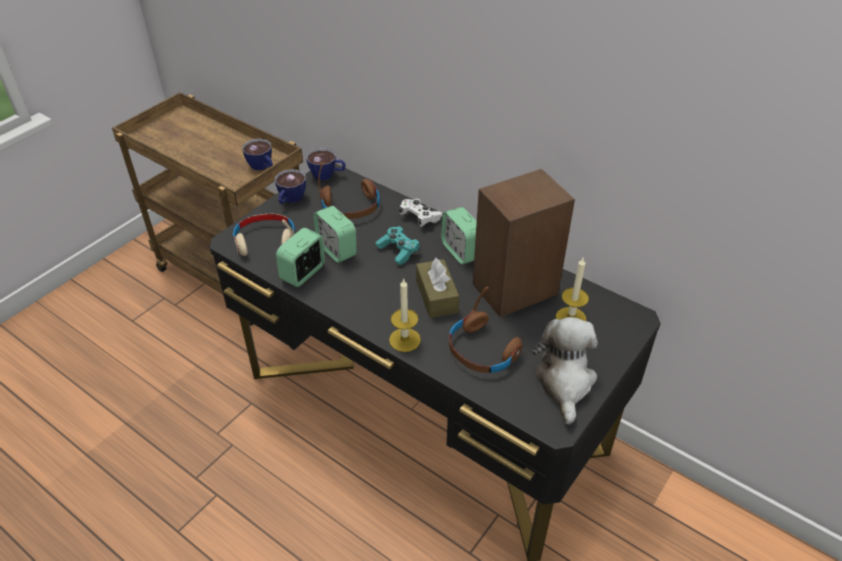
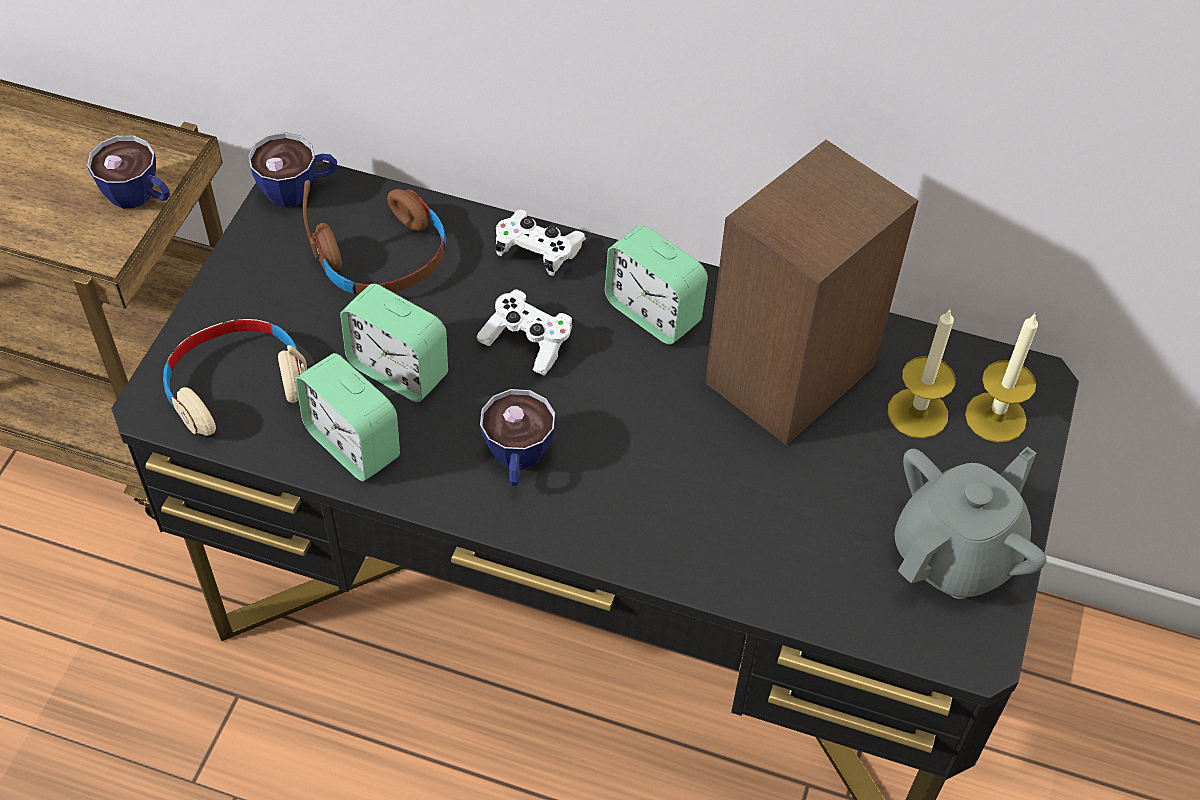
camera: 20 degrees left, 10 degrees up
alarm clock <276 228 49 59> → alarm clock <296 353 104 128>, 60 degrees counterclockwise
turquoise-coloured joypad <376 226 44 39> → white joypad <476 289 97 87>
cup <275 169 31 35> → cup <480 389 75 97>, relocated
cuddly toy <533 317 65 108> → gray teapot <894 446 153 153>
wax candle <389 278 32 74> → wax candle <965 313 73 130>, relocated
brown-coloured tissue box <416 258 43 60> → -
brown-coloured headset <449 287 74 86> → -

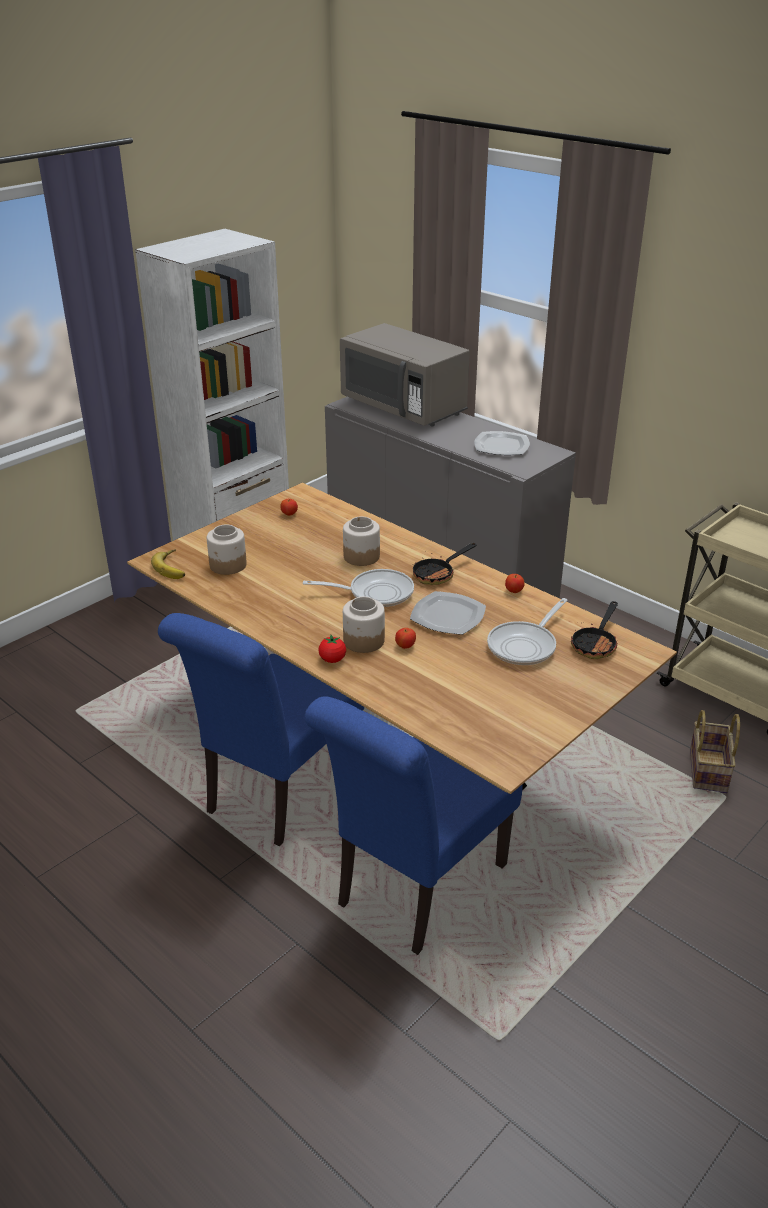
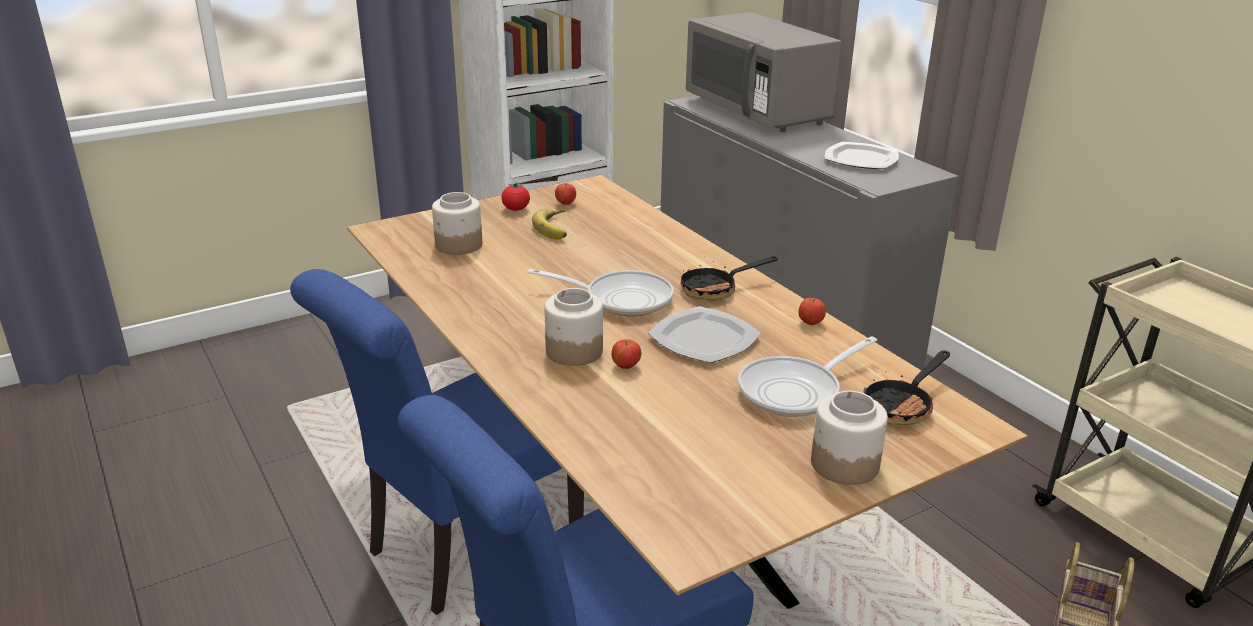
camera: 15 degrees right, 5 degrees down
tomato <318 635 28 28> → tomato <501 182 29 29>, relocated
whole banana <151 549 34 30> → whole banana <532 209 35 31>, relocated
jar <343 516 37 50> → jar <811 391 77 94>, relocated

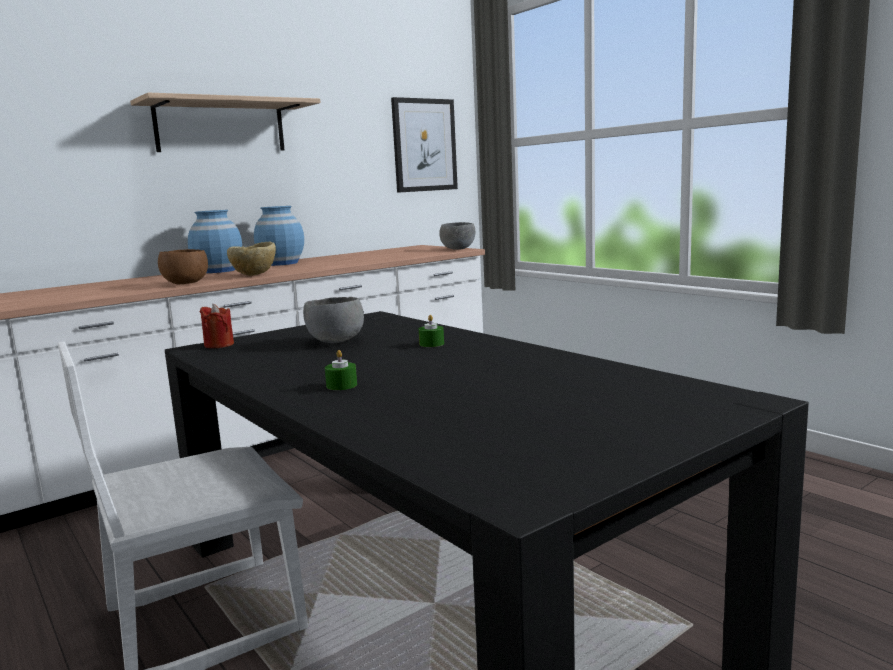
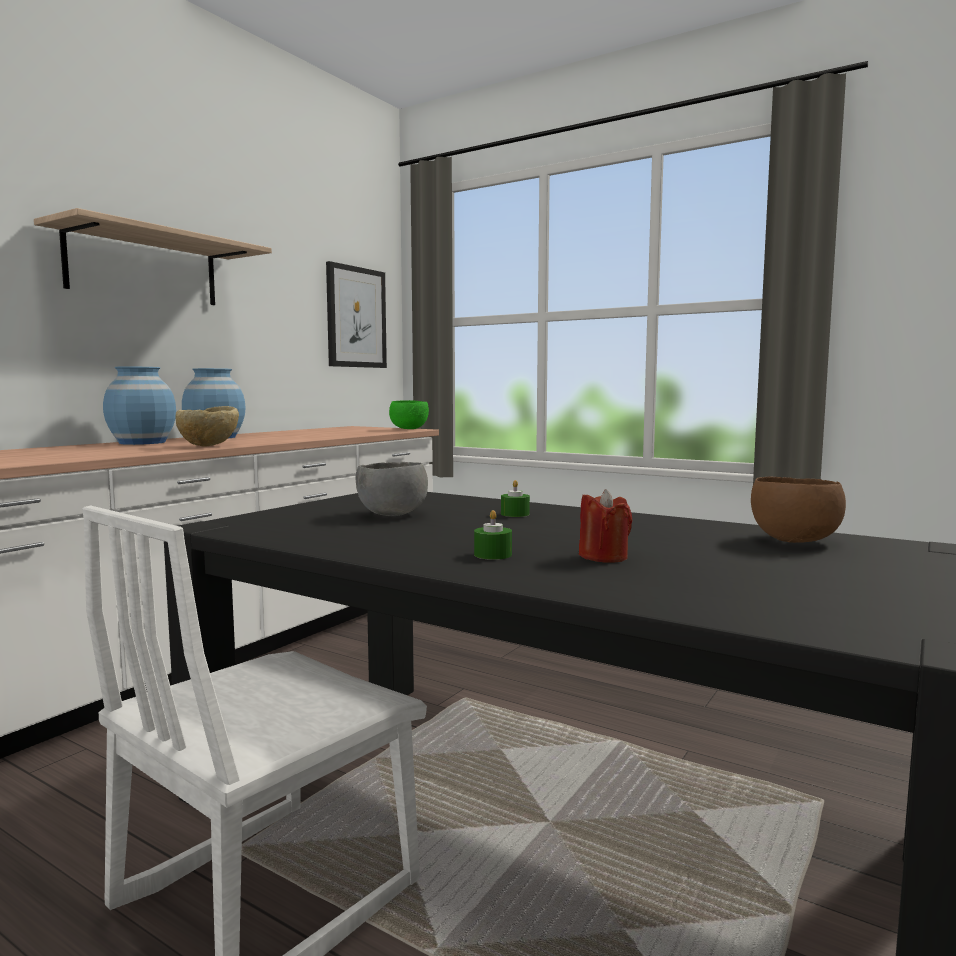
camera: 20 degrees left, 5 degrees down
gray bowl <439 222 36 28> → green-coloured bowl <389 400 40 29>
reddish wax candle <200 304 34 44> → reddish wax candle <579 489 53 74>, relocated
brown-coloured bowl <158 249 50 35> → brown-coloured bowl <751 476 95 67>, relocated

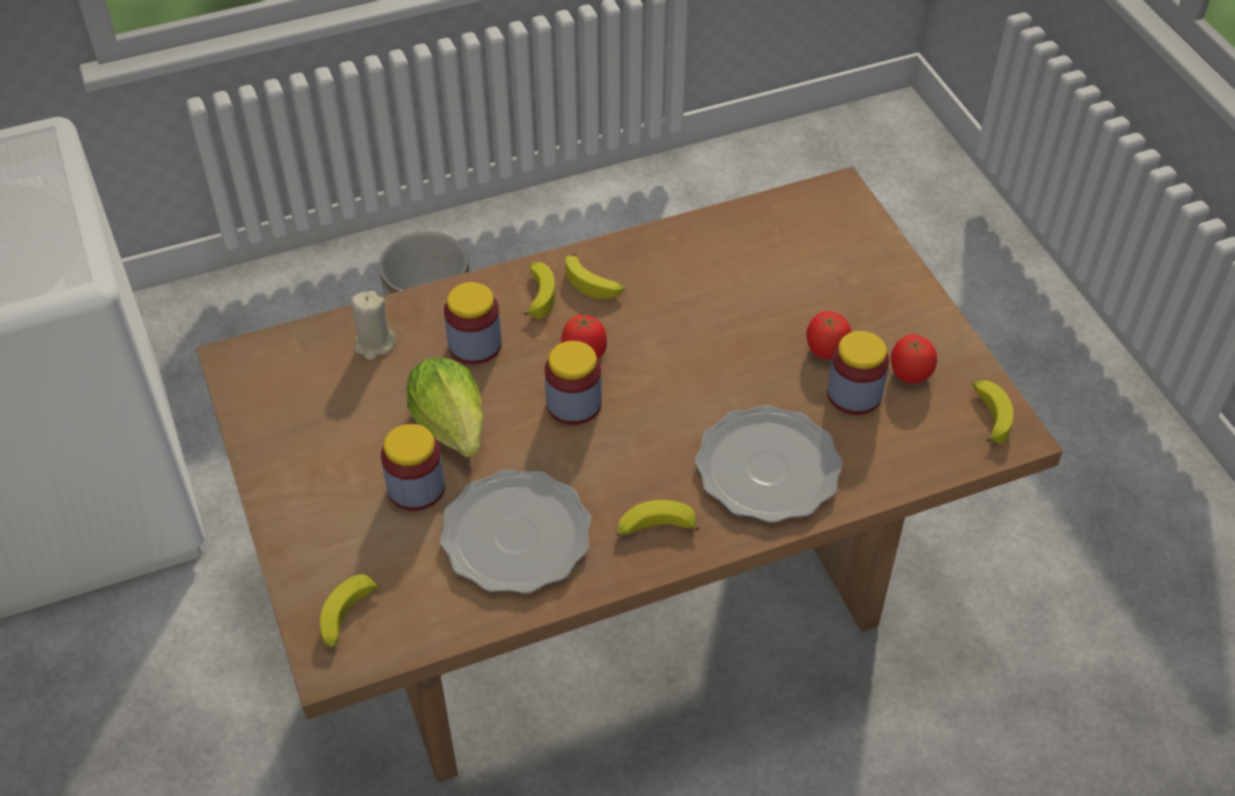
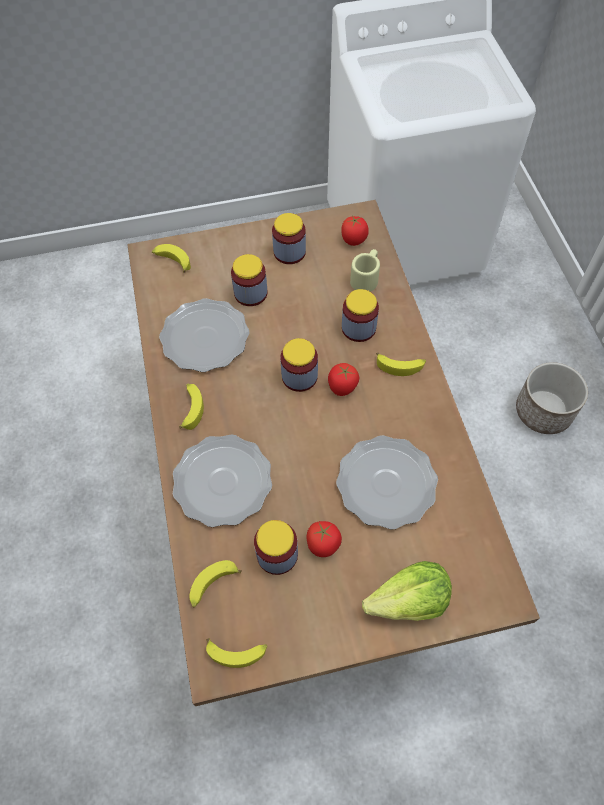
camera: 100 degrees right, 10 degrees up
whole banana <565 254 60 45> → whole banana <189 560 53 48>, relocated
- → jar <272 213 34 51>
- → dinner plate <336 435 102 94>
tomato <891 334 46 49> → tomato <341 216 28 30>, relocated
sand-coloured wax candle <351 291 45 69> → sand-coloured coffee mug <350 249 30 43>
lettuce head <406 357 77 100> → lettuce head <362 561 90 60>, relocated

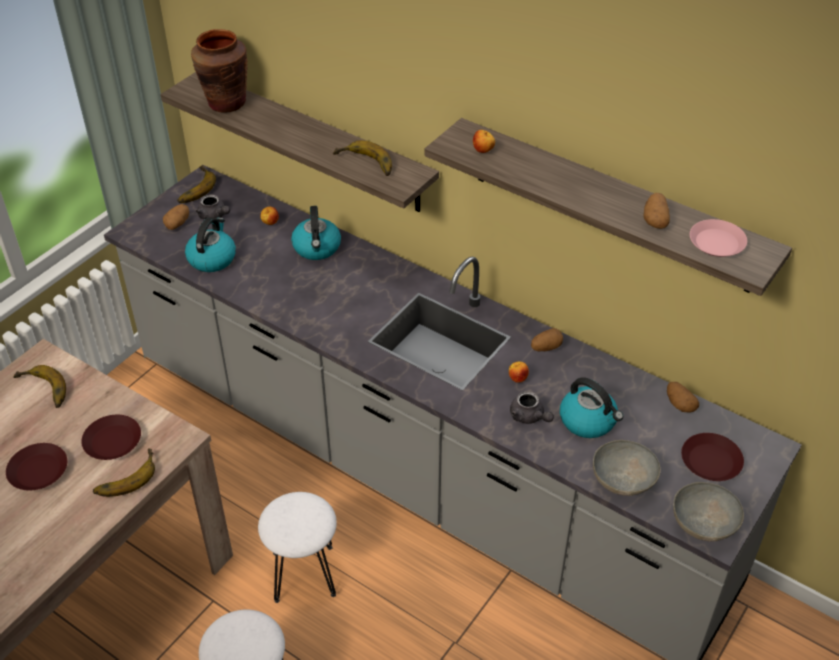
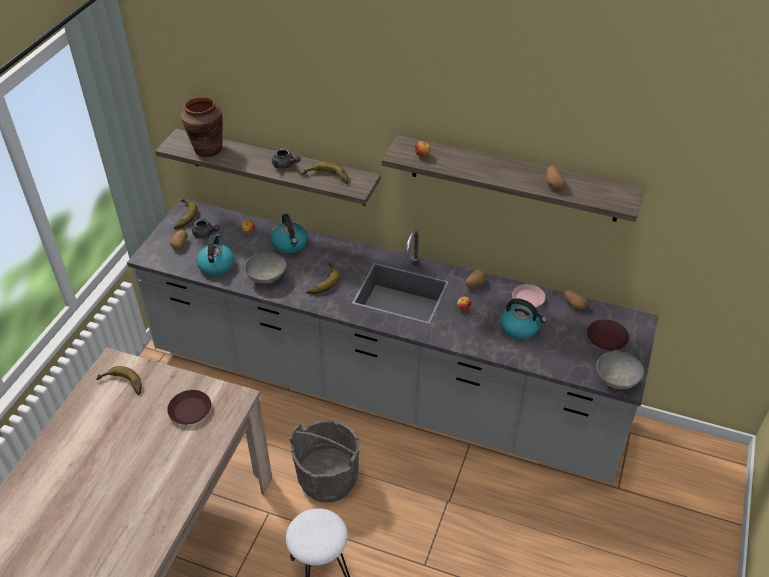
camera: 15 degrees left, 0 degrees up
gray bowl <593 440 67 56> → gray bowl <245 252 41 32>, relocated
gray teapot <510 391 44 33> → gray teapot <272 148 29 21>, relocated
white sitting stool <258 492 79 111> → gray water bucket <289 420 72 82>
whole banana <93 448 62 49> → whole banana <306 263 34 31>, relocated
pink-coloured dinner plate <690 219 57 38> → pink-coloured dinner plate <512 284 34 23>, relocated
brown-coloured dinner plate <6 443 61 47> → -

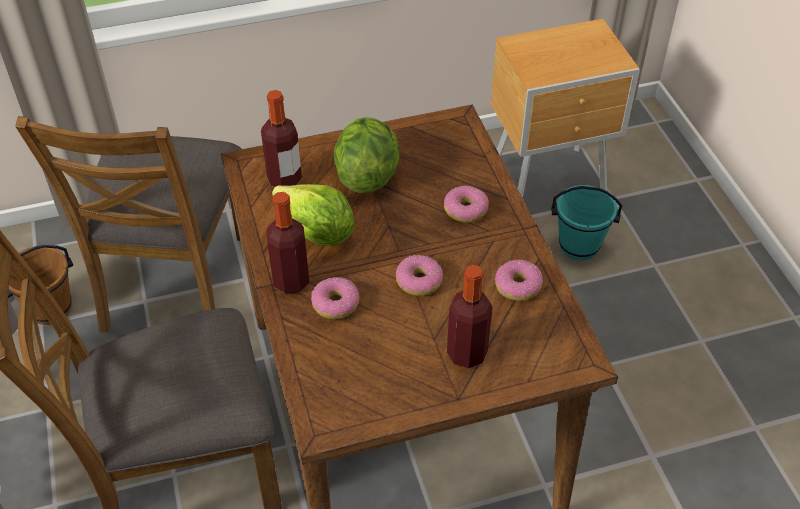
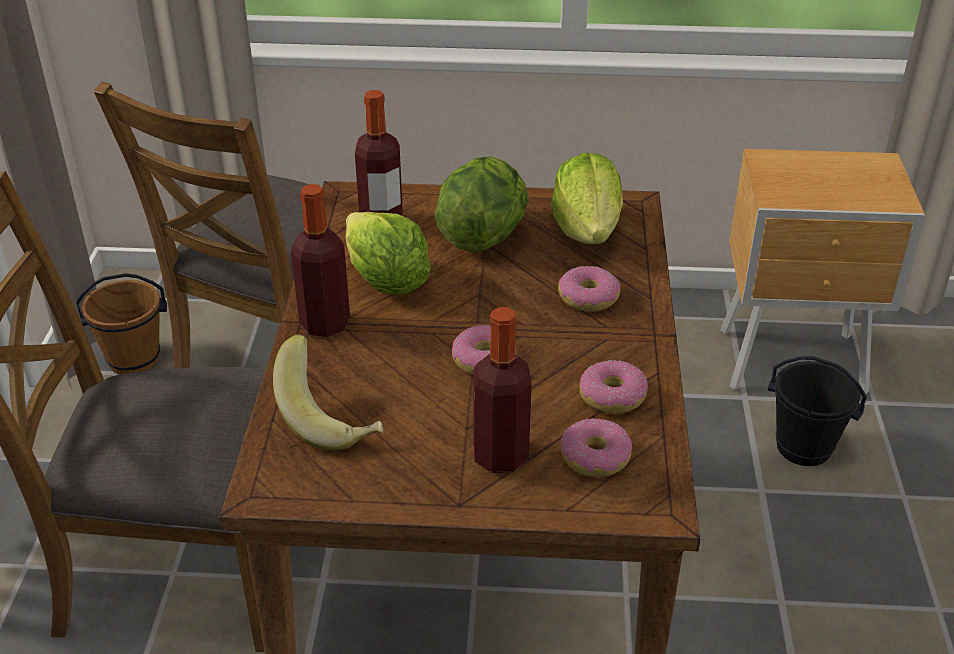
camera: 20 degrees right, 10 degrees down
- → whole banana <273 334 110 117>
- → lettuce head <551 153 72 91>
doughnut <311 277 48 42> → doughnut <561 418 71 59>, relocated
turquoise-coloured water bucket <551 185 72 75> → black-coloured water bucket <768 356 99 110>

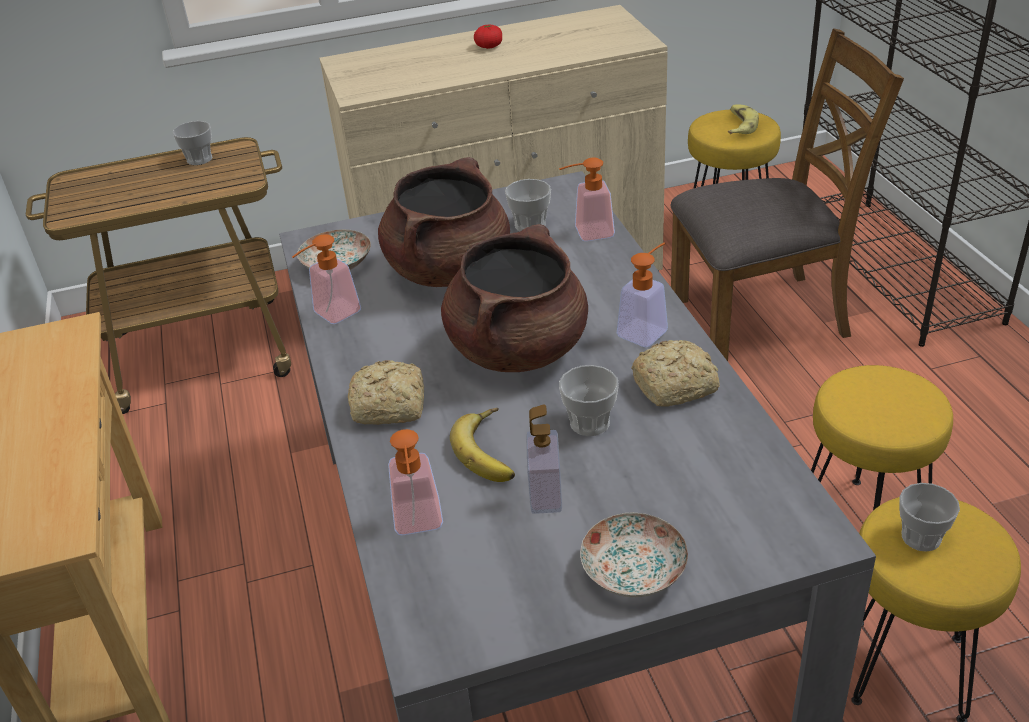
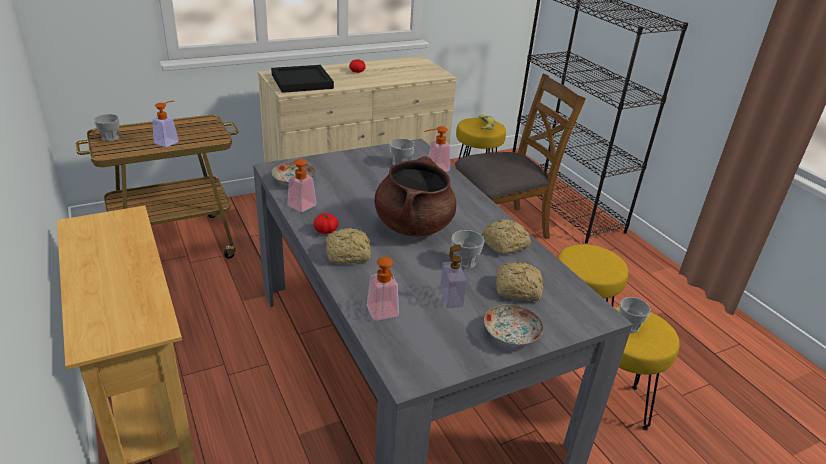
camera: 15 degrees left, 5 degrees down
cup <172 121 40 44> → cup <93 114 27 28>, relocated
soap bottle <617 242 51 105> → soap bottle <152 101 27 46>, relocated
- → black-coloured serving tray <271 65 63 28>
- → tomato <313 213 25 21>
- → bakery bread <496 262 48 39>
brown-coloured saucepot <378 157 132 130> → -
whole banana <450 408 65 74> → -

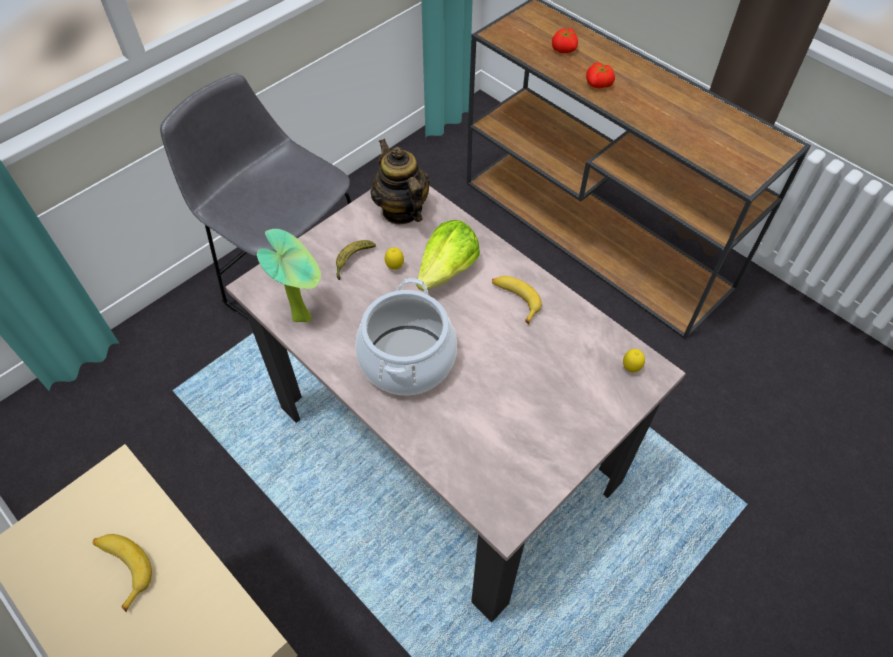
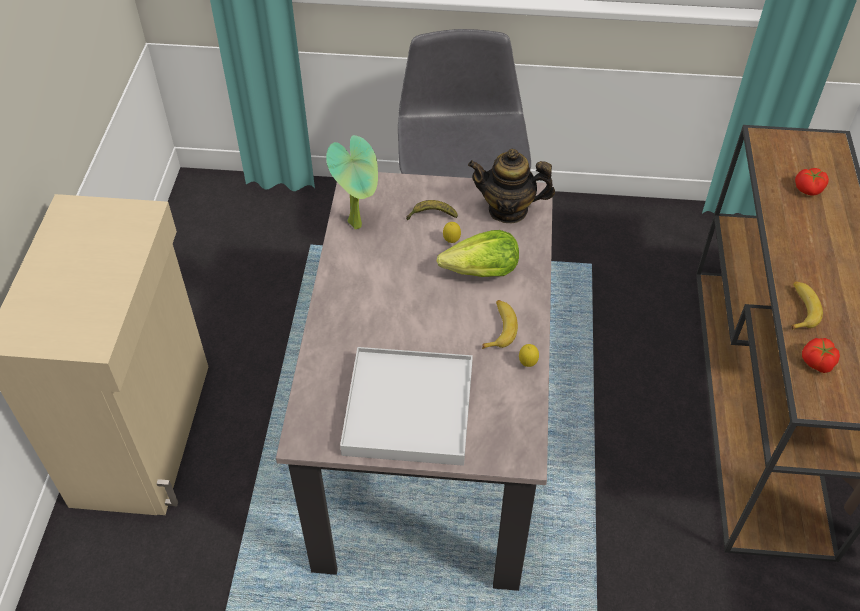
camera: 50 degrees right, 5 degrees down
- → white serving tray <340 347 133 119>
teapot <371 139 59 85> → teapot <468 149 87 74>, 105 degrees counterclockwise
citrus fruit <623 349 22 24> → citrus fruit <519 344 20 23>, relocated
whole banana <93 534 59 78> → whole banana <791 281 32 49>, relocated
tomato <586 63 29 25> → tomato <802 338 38 35>, relocated
saucepot <355 278 102 117> → -

